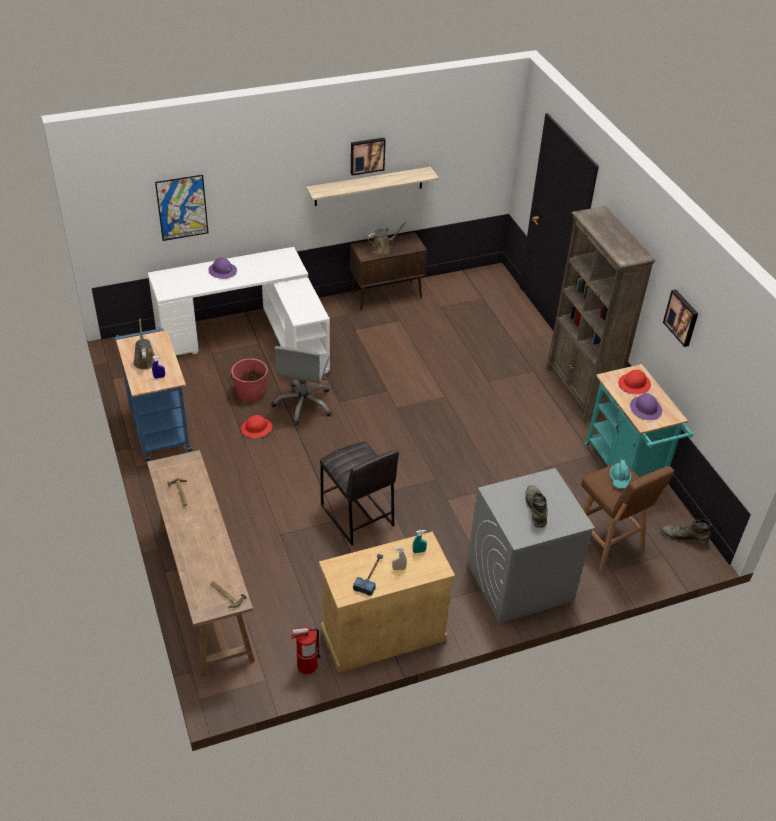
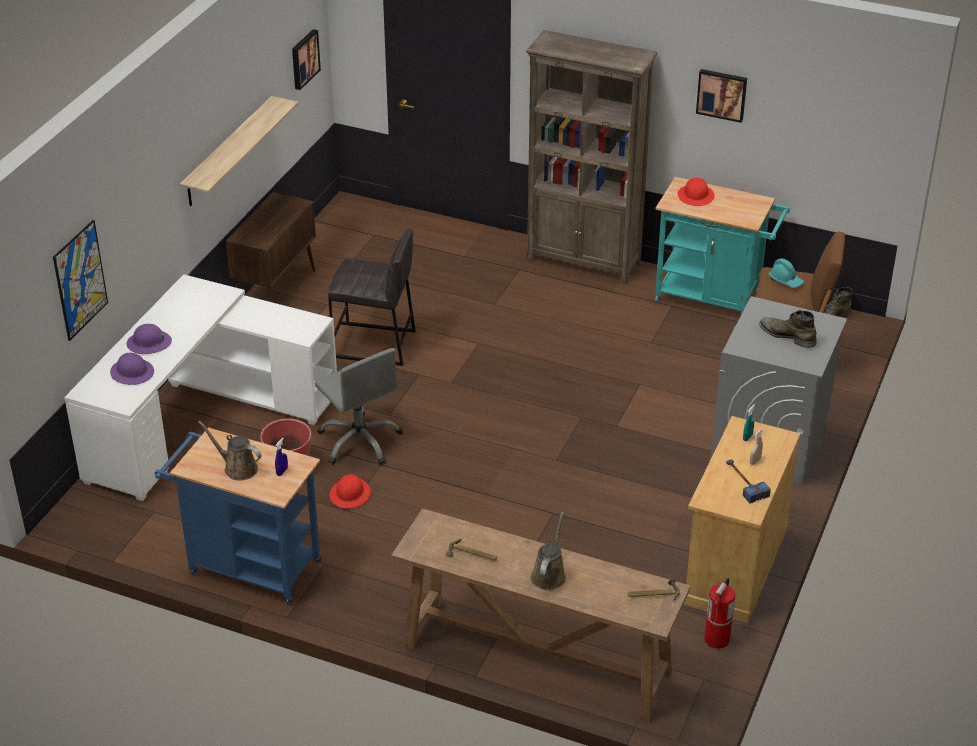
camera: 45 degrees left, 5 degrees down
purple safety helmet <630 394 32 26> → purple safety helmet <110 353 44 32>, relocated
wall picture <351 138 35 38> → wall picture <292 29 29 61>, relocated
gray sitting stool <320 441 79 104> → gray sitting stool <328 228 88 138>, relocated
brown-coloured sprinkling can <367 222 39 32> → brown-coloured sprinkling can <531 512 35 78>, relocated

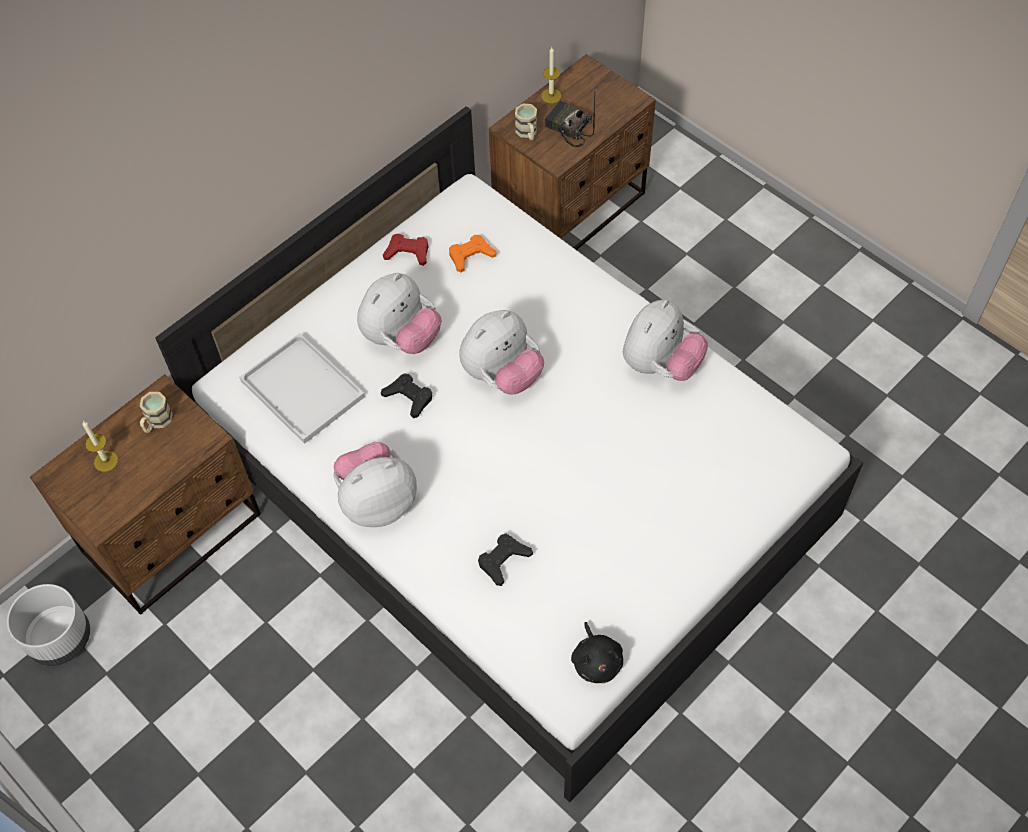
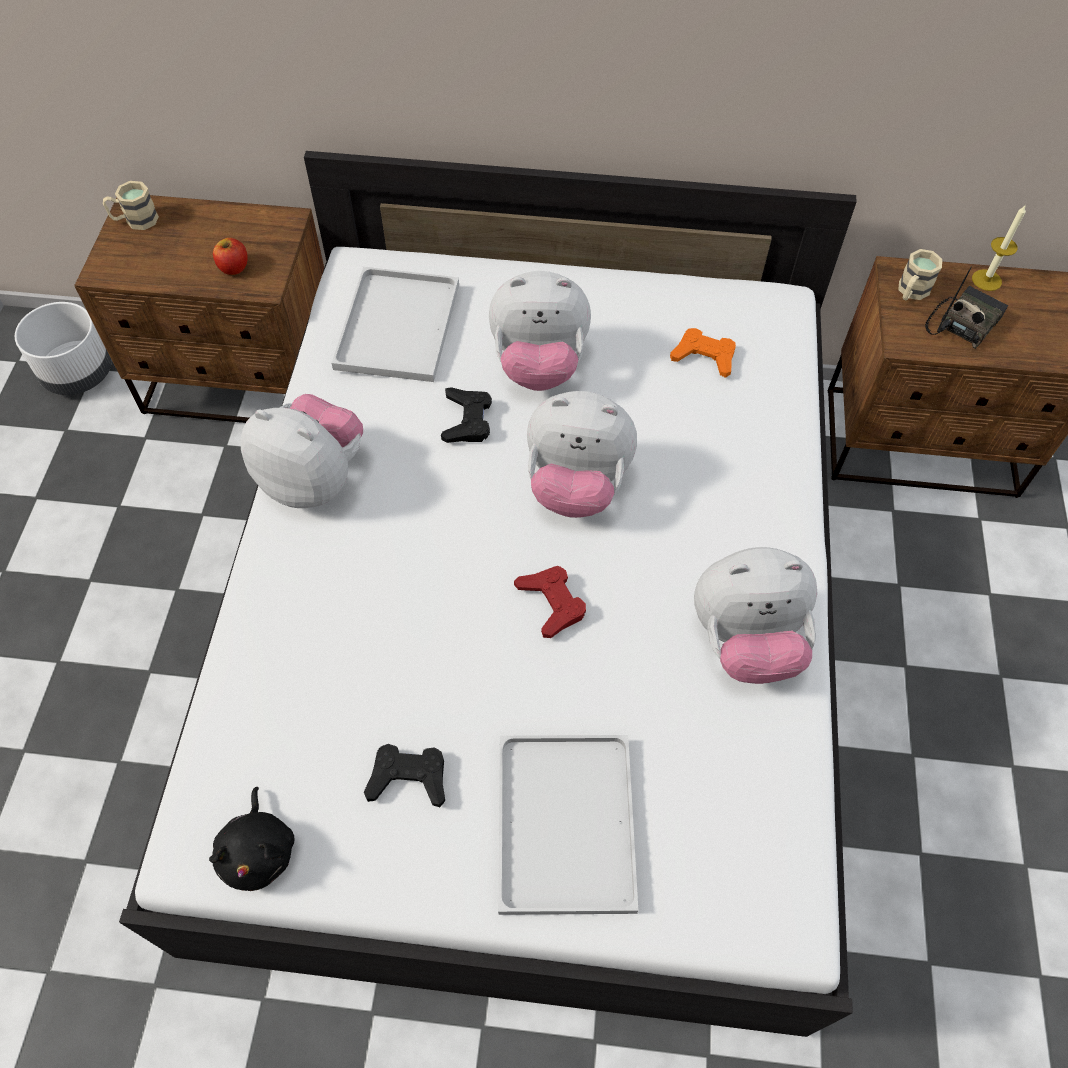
camera: 50 degrees right, 0 degrees up
sand-coloured coffee mug <140 392 33 41> → sand-coloured coffee mug <103 181 56 49>, relocated
black-coloured cuddly toy <571 622 52 61> → black-coloured cuddly toy <209 787 85 104>, 45 degrees counterclockwise
- → apple fruit <213 238 35 37>
black-coloured joypad <478 534 55 52> → black-coloured joypad <364 744 81 63>, relocated
- → white serving tray <498 735 140 180>
reddish joypad <383 233 45 33> → reddish joypad <514 566 72 72>, relocated
radio receiver <545 93 50 54> → radio receiver <925 266 83 83>, 45 degrees clockwise
wax candle <82 421 36 51> → -

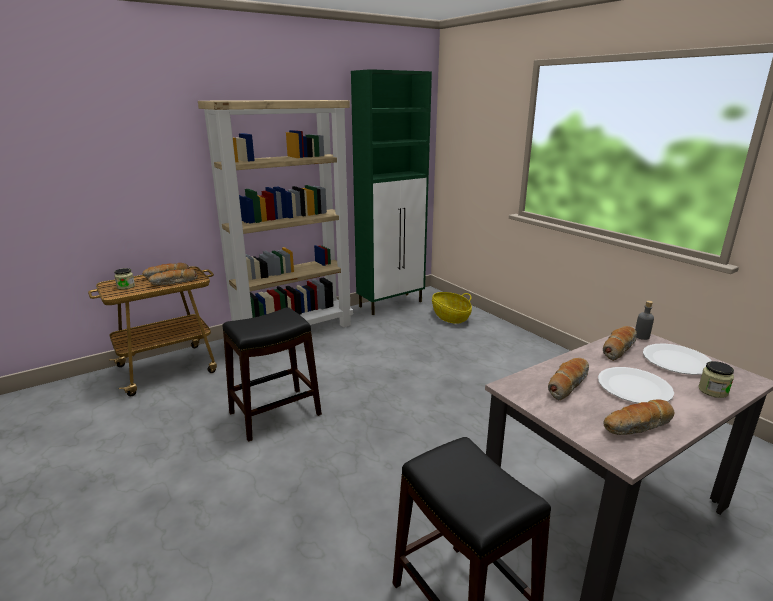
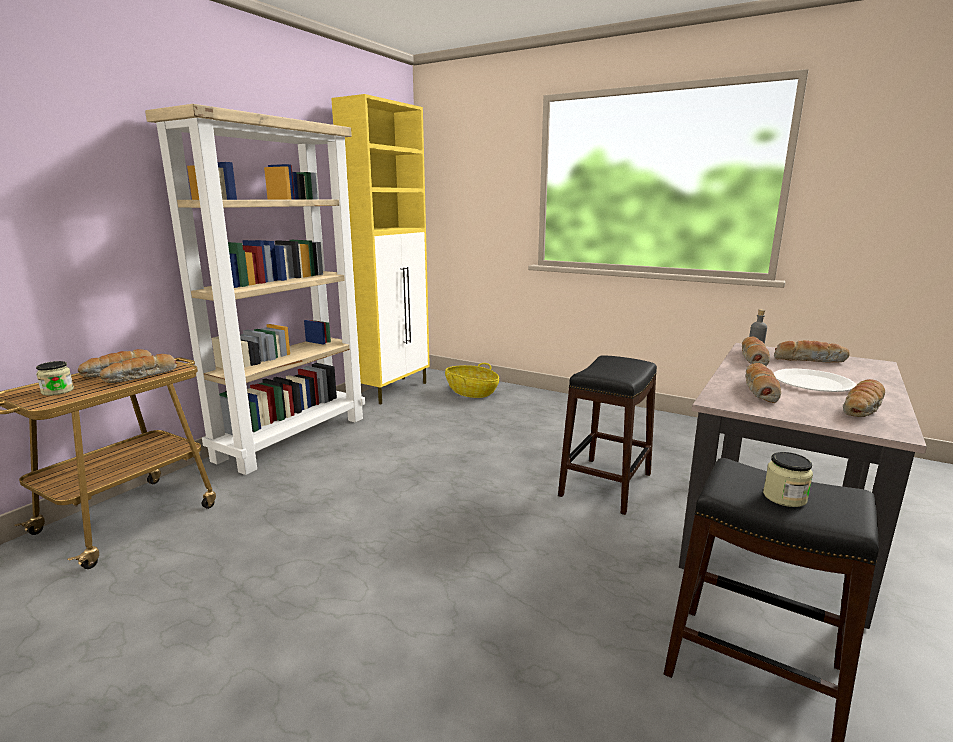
camera: 25 degrees left, 5 degrees down
green-coloured cabinet <351 69 81 246> → yellowish cabinet <331 94 99 310>
black-coloured sitting stool <222 307 100 135> → black-coloured sitting stool <558 355 99 160>, relocated
jar <698 361 36 37> → jar <763 452 50 55>, relocated
white dinner plate <643 343 69 32> → bakery bread <774 340 76 23>

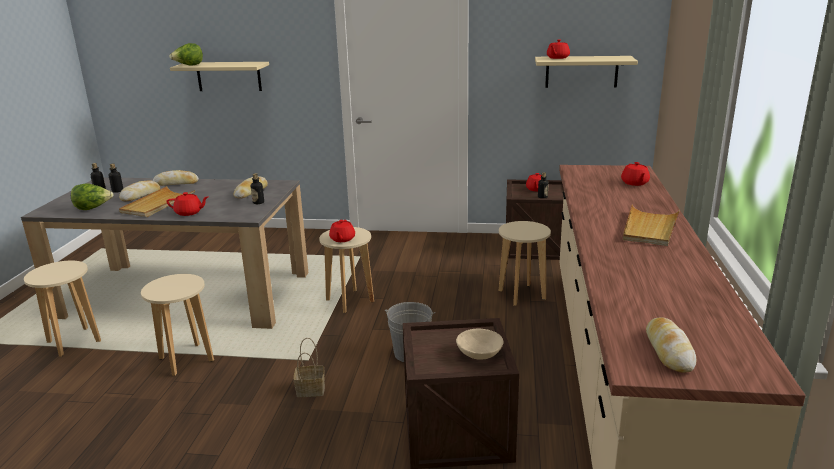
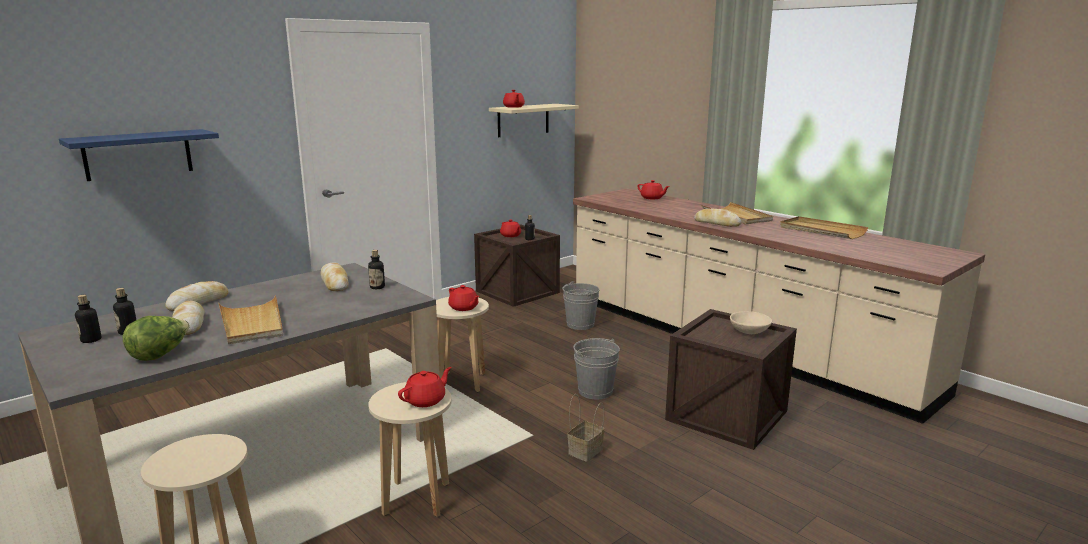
camera: 50 degrees left, 5 degrees down
sand-coloured wall shelf <170 62 99 29> → blue-coloured wall shelf <59 129 160 52>
reddish teapot <167 192 41 24> → reddish teapot <398 367 54 40>, relocated
sand-coloured sitting stool <499 221 52 85> → gray water bucket <563 281 36 49>
bakery bread <646 318 50 55> → bakery bread <694 209 47 18>, relocated
- → sand-coloured serving tray <780 216 88 23>
lettuce head <169 43 34 23> → -

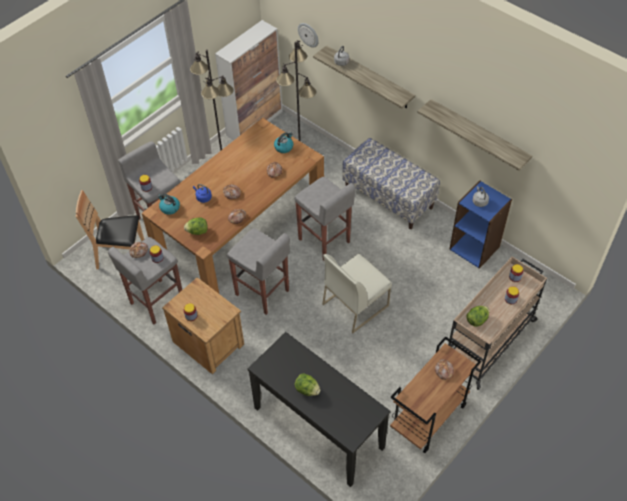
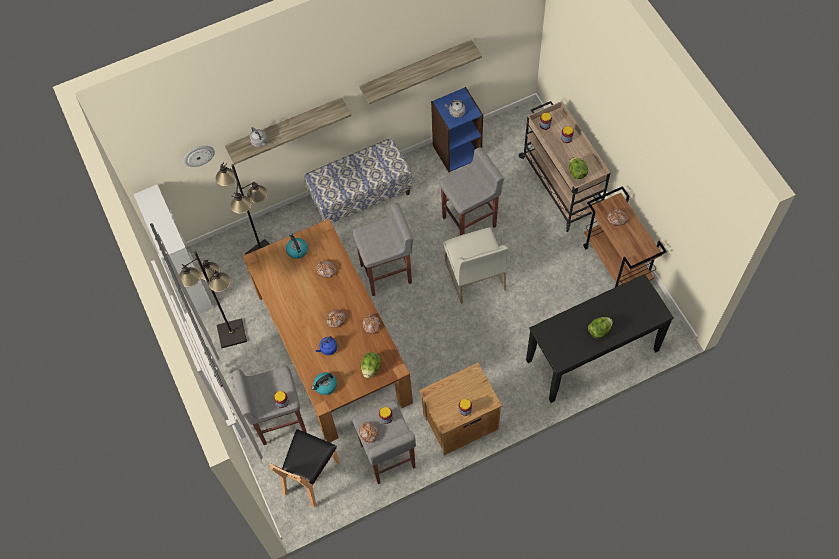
camera: 65 degrees left, 10 degrees up
gray sitting stool <227 228 63 87> → gray sitting stool <439 147 65 88>, relocated

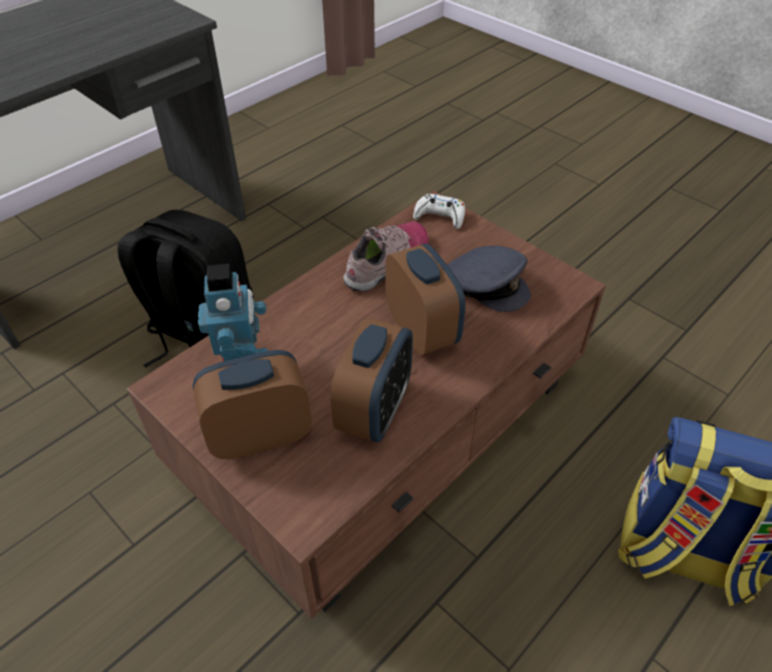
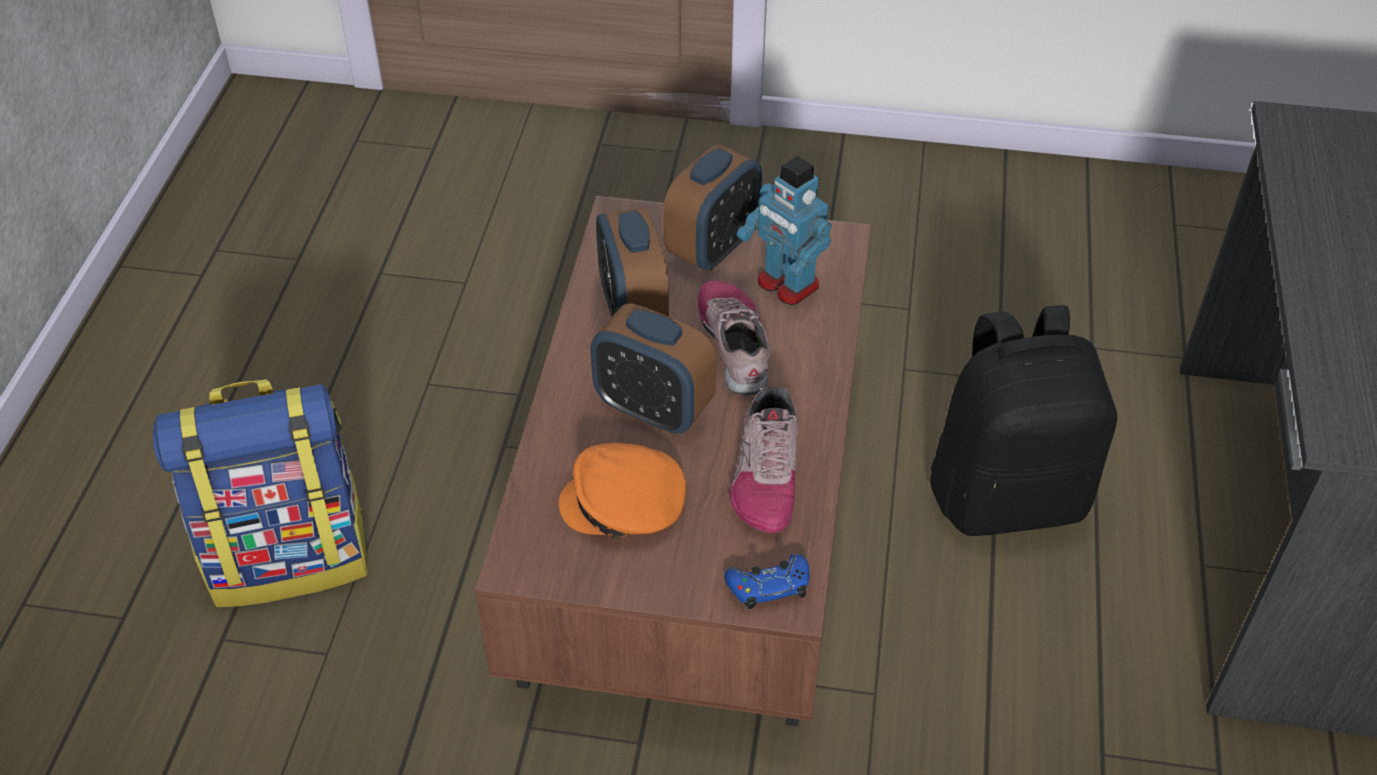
camera: 145 degrees right, 0 degrees up
gray cap <447 246 84 66> → orange cap <559 443 127 96>
- → low shoe <698 280 72 116>
white joypad <413 194 52 35> → blue-coloured joypad <724 554 86 55>

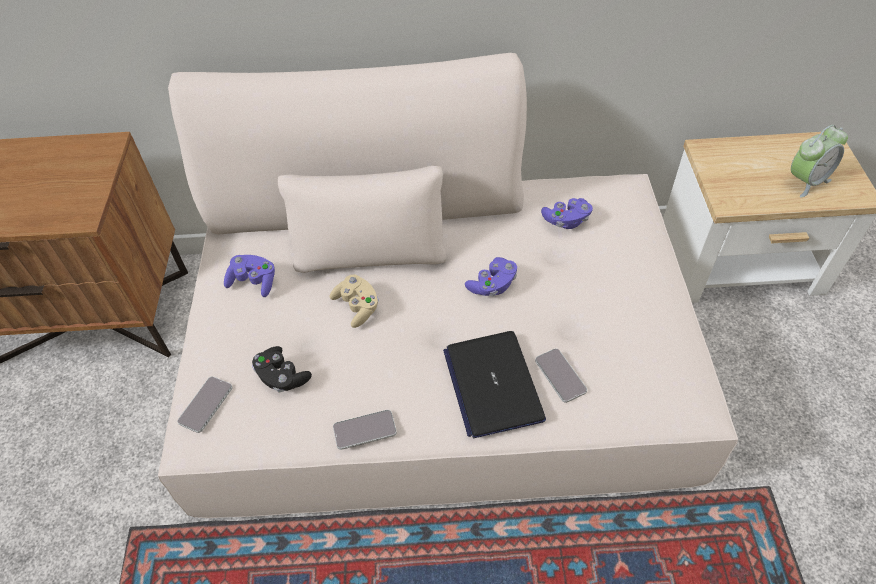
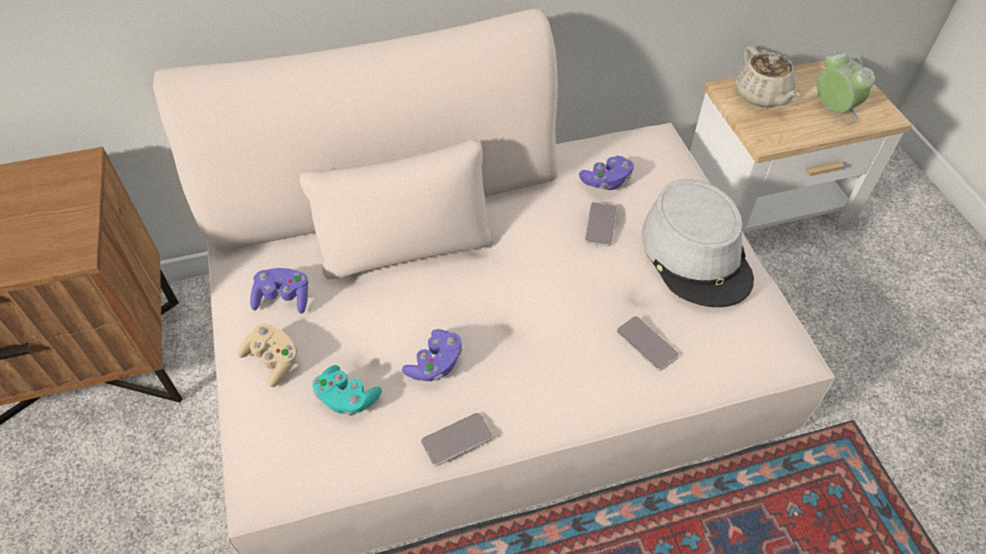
camera: 15 degrees left, 0 degrees up
sand-coloured joypad <329 274 50 54> → sand-coloured joypad <237 324 60 63>, relocated
black-coloured joypad <252 346 60 46> → turquoise-coloured joypad <312 365 70 51>
purple joypad <465 257 52 39> → purple joypad <402 329 60 52>, relocated
phone <177 376 56 57> → phone <585 202 32 44>, relocated
- → gray wearable hat <642 179 112 128>
- → sand-coloured teapot <736 46 64 61>
alarm clock <791 125 57 73> → alarm clock <817 50 58 69>, 75 degrees counterclockwise
notebook computer <443 331 103 107> → -

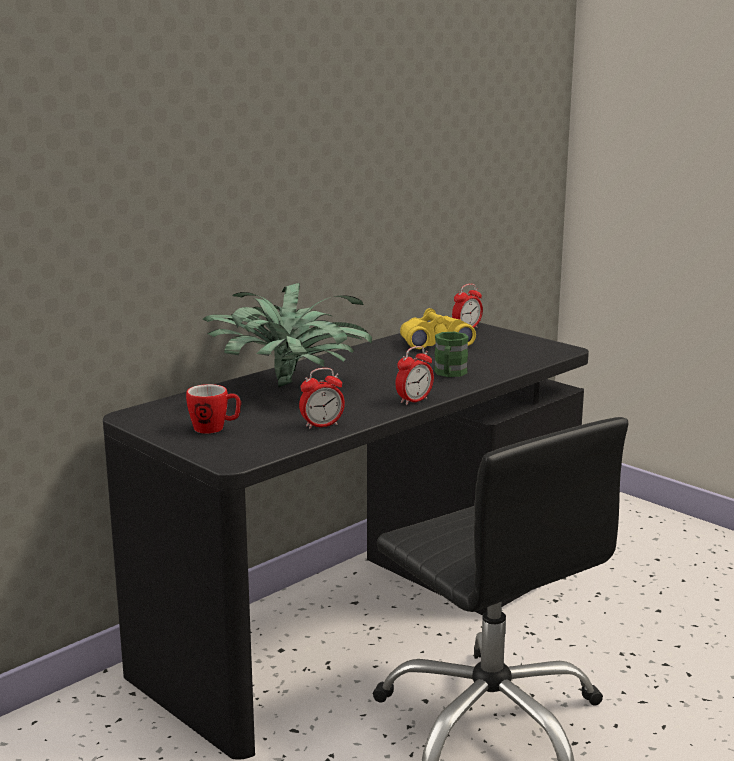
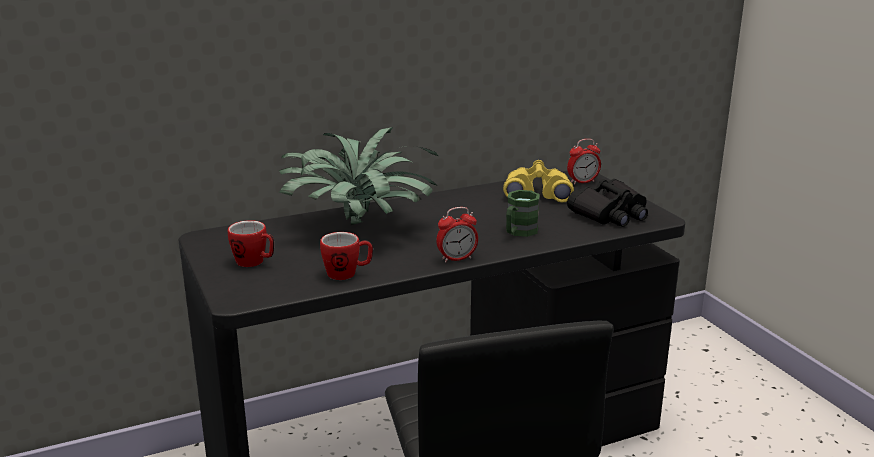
camera: 20 degrees right, 5 degrees up
alarm clock <299 368 46 61> → coffee mug <320 232 53 48>
- → black-coloured pair of binoculars <567 179 81 48>

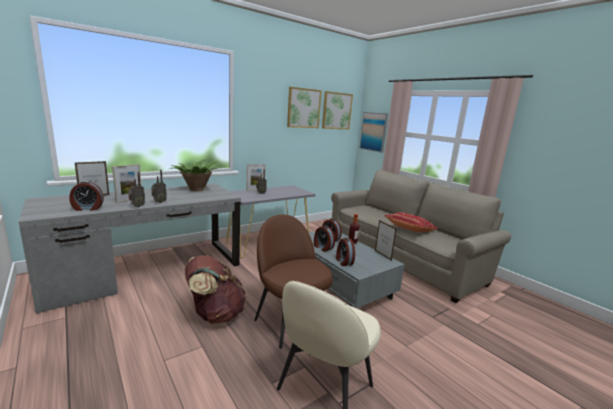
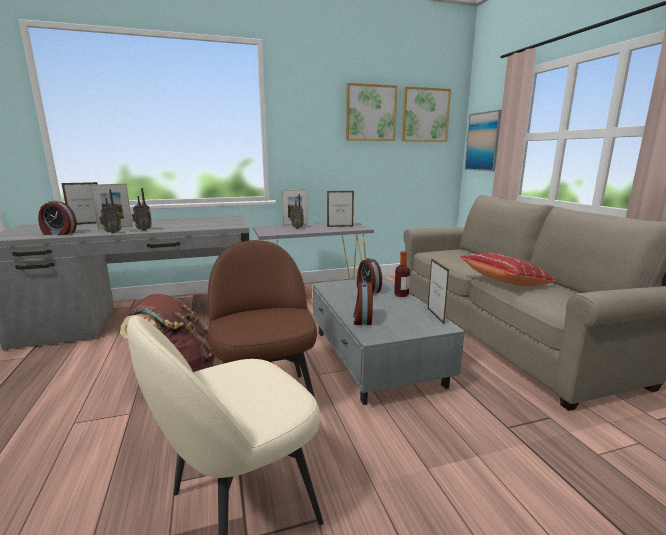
camera: 20 degrees right, 0 degrees up
- → picture frame <327 191 27 36>
plant in a pot <170 159 49 32> → -
alarm clock <314 225 21 27> → -

